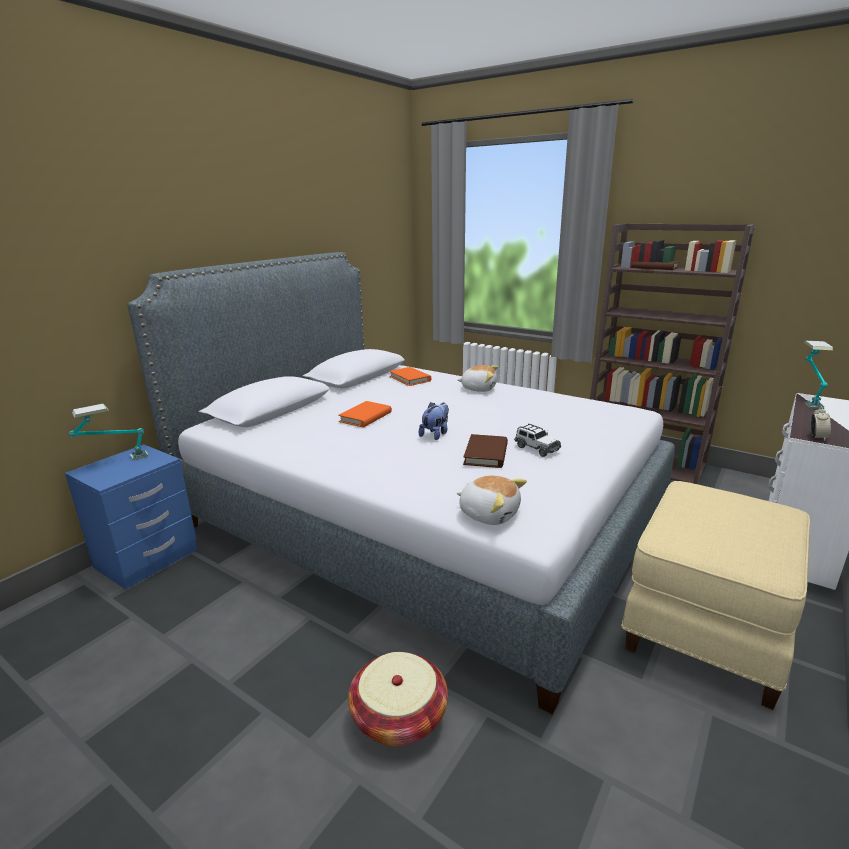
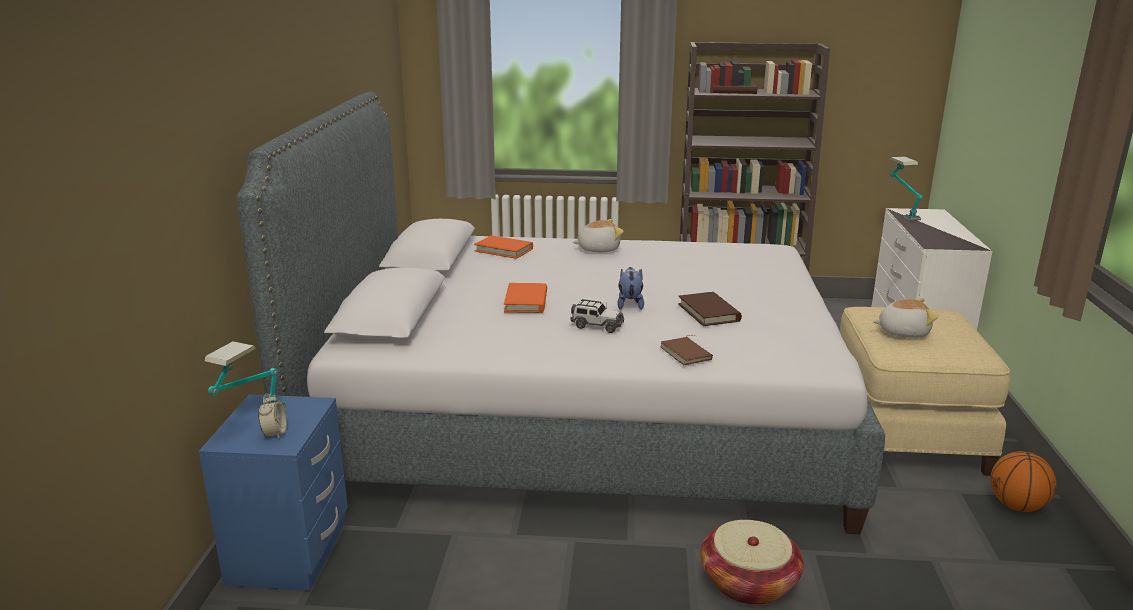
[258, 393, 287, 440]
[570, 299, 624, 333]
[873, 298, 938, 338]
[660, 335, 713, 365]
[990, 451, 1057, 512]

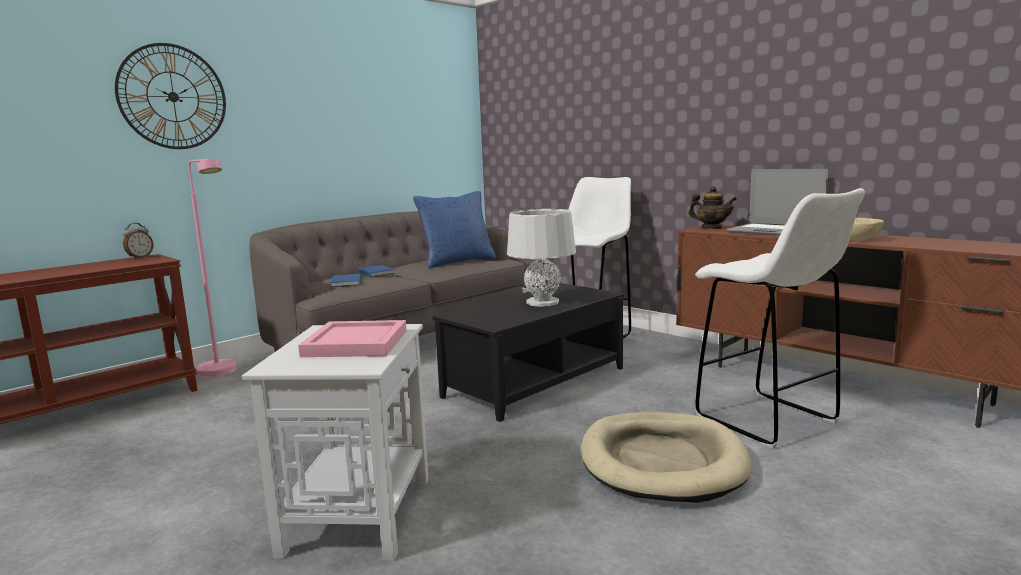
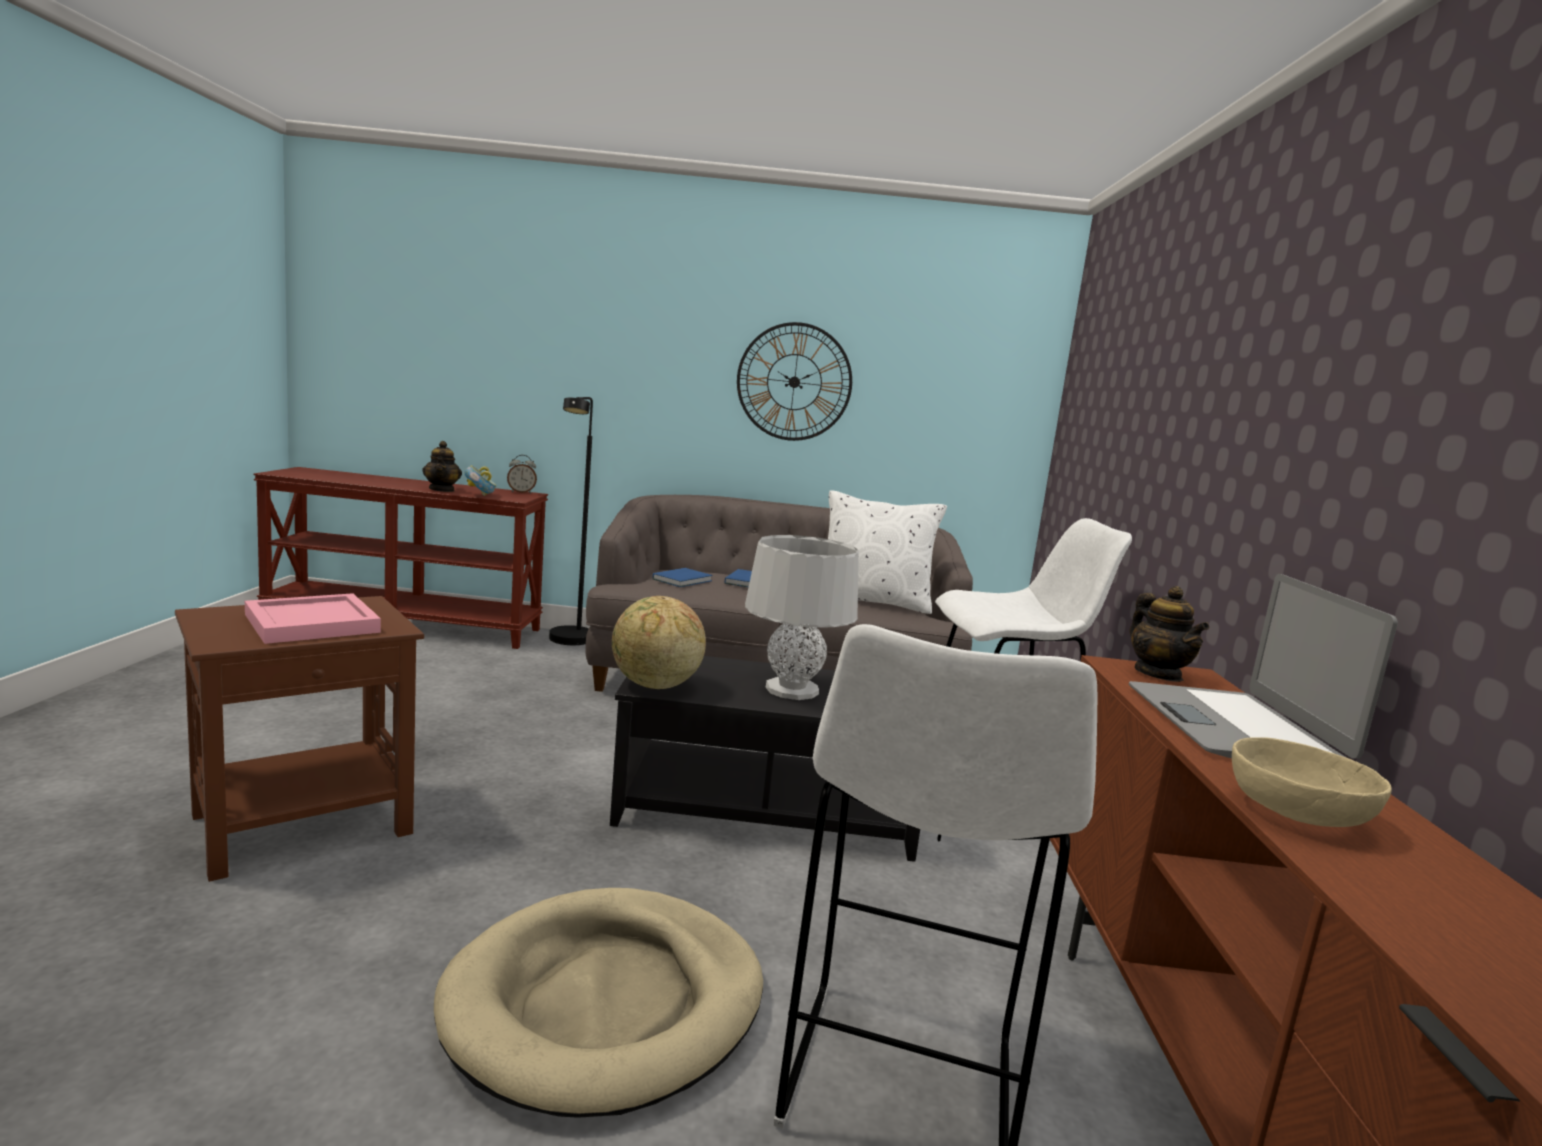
[737, 322, 852, 441]
[549, 397, 593, 645]
[828, 490, 947, 614]
[175, 596, 424, 882]
[422, 441, 462, 492]
[464, 465, 496, 496]
[612, 596, 706, 689]

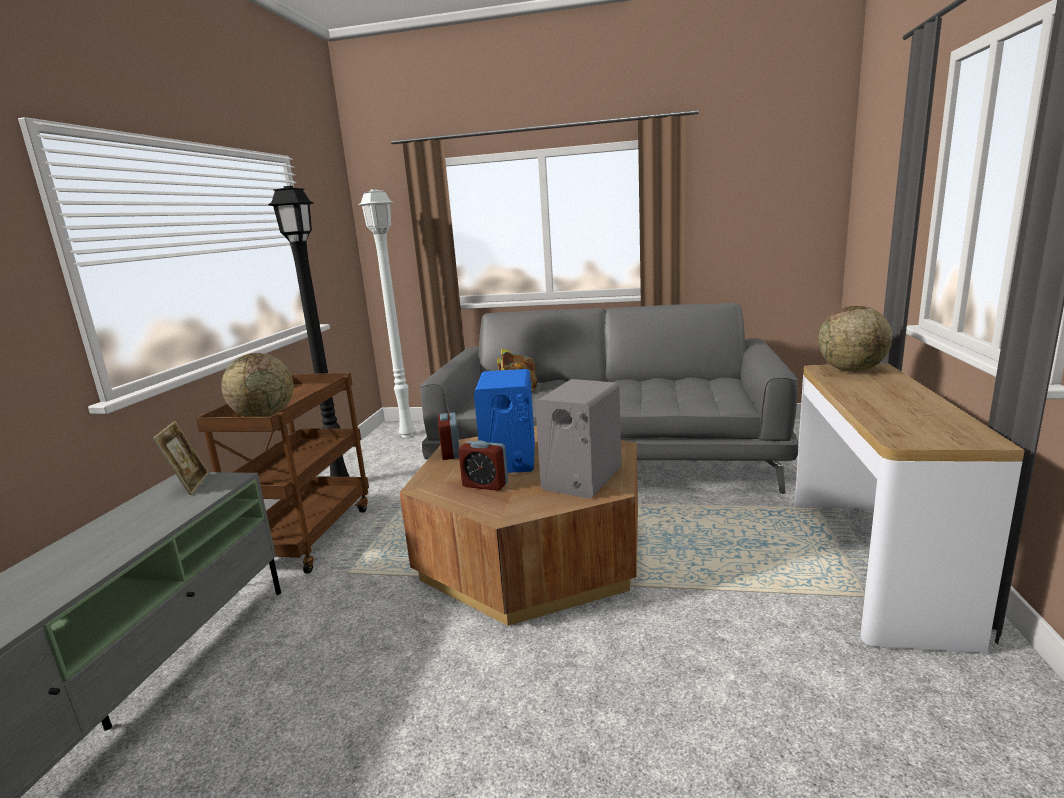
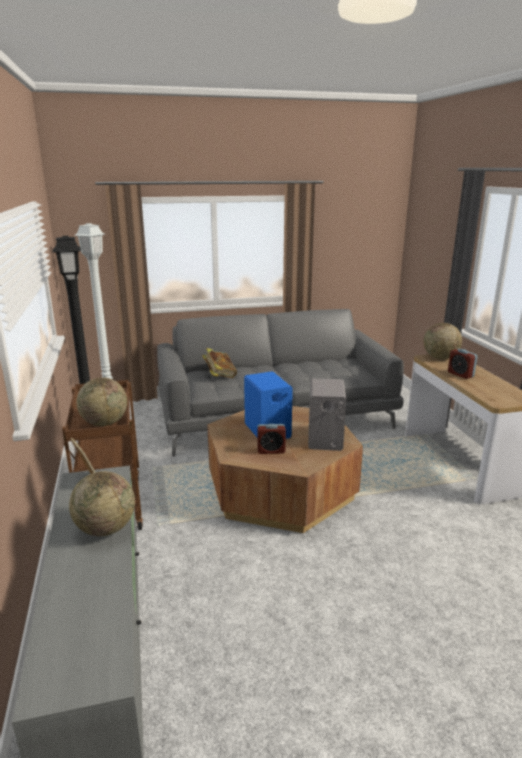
[448, 349, 478, 379]
[69, 471, 135, 536]

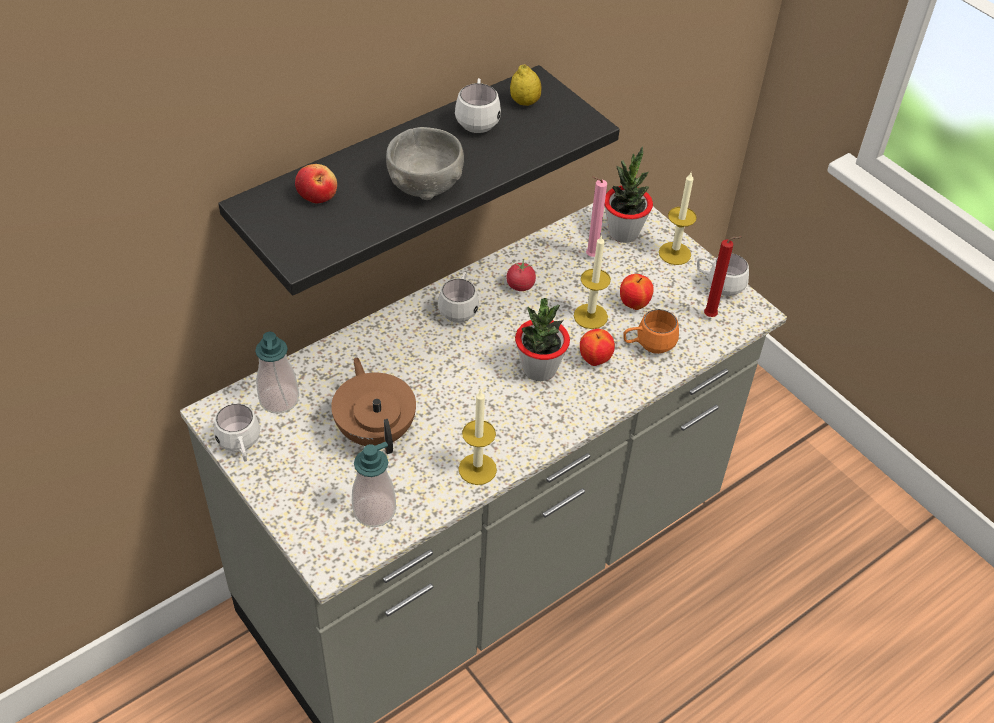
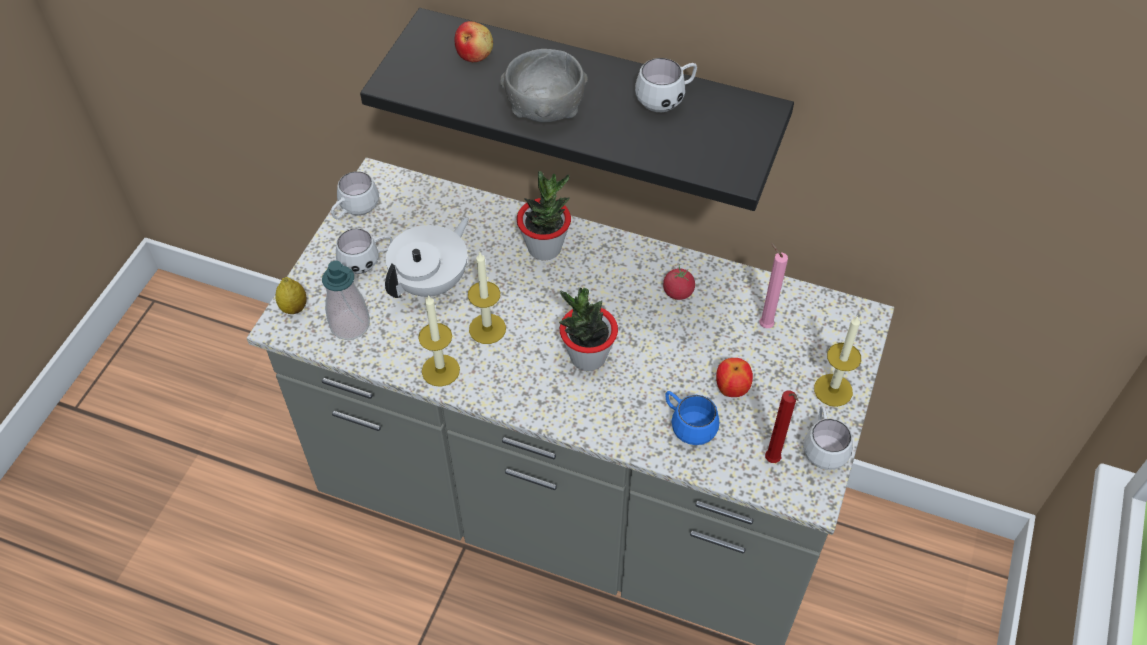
[276, 277, 307, 314]
[517, 171, 571, 261]
[468, 253, 506, 344]
[336, 228, 392, 274]
[665, 391, 719, 445]
[580, 329, 615, 366] (first image)
[255, 332, 299, 414] (first image)
[385, 217, 469, 298]

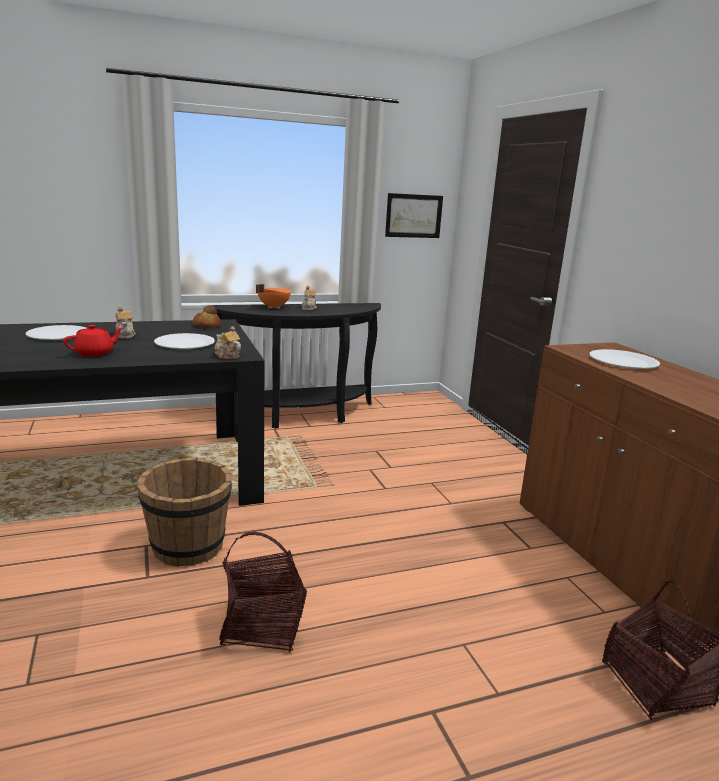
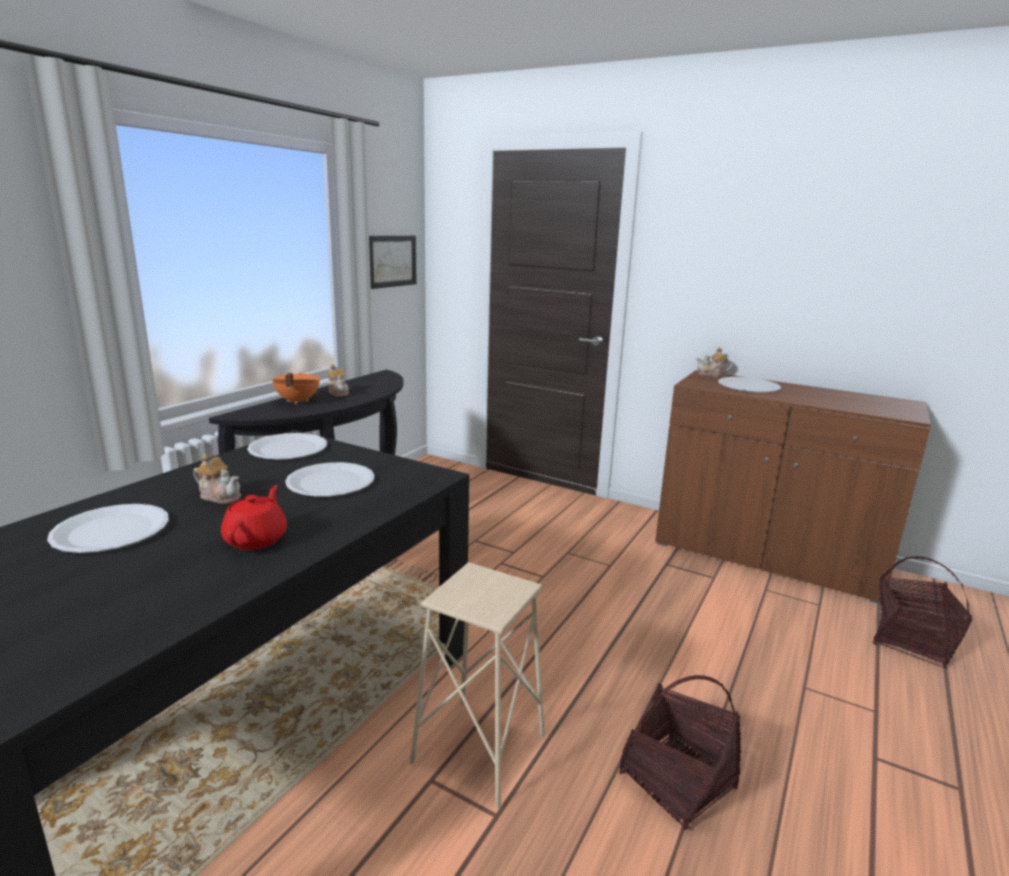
[247, 433, 327, 460]
[696, 347, 732, 377]
[410, 562, 545, 809]

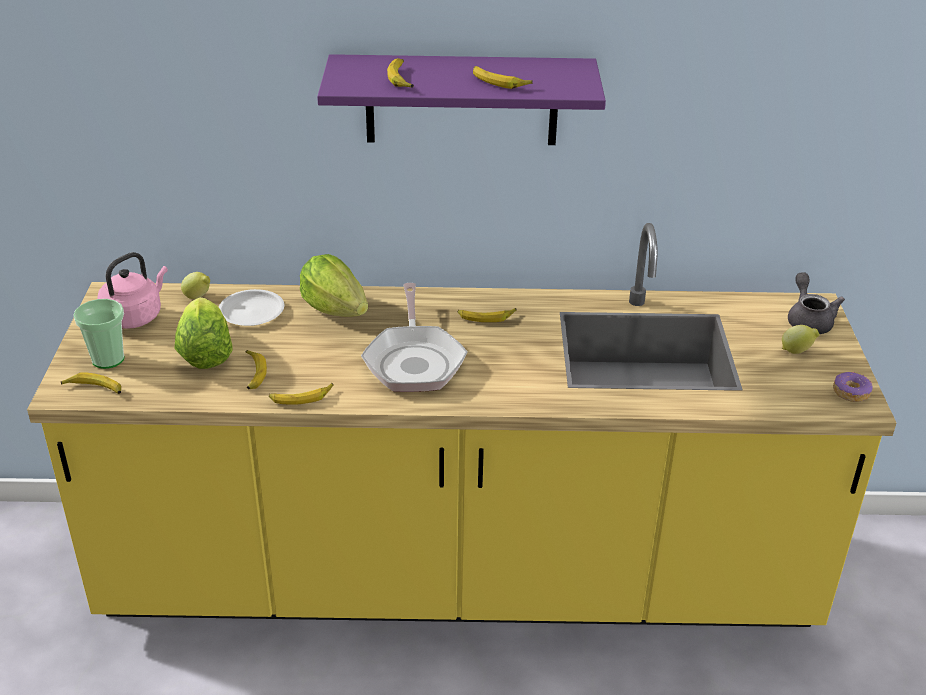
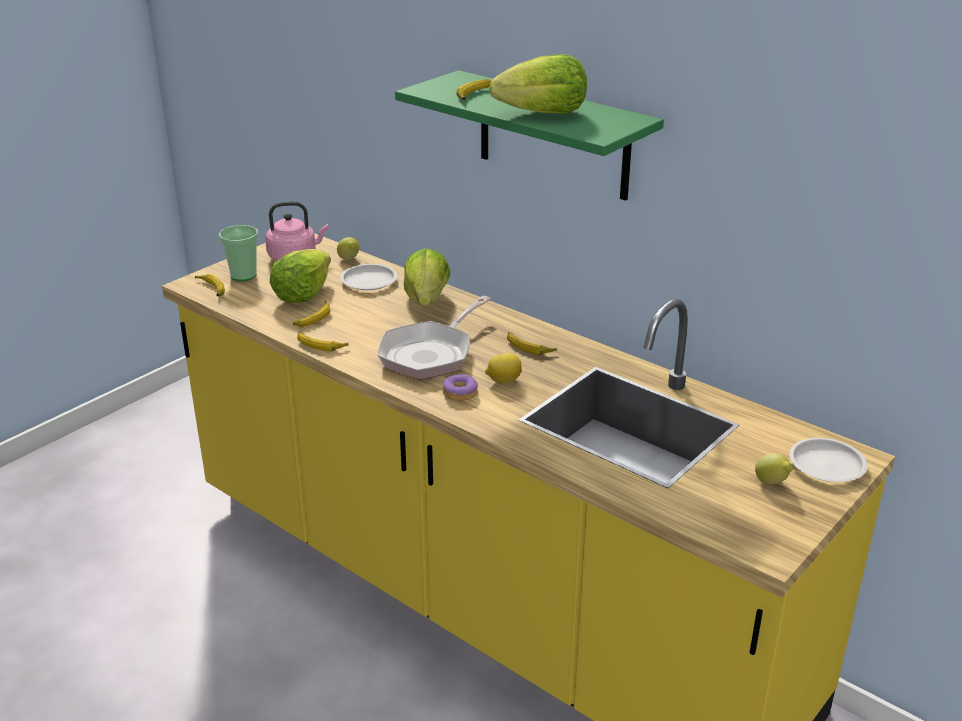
[395, 70, 664, 200]
[489, 54, 587, 114]
[789, 438, 868, 482]
[443, 374, 478, 401]
[485, 353, 522, 383]

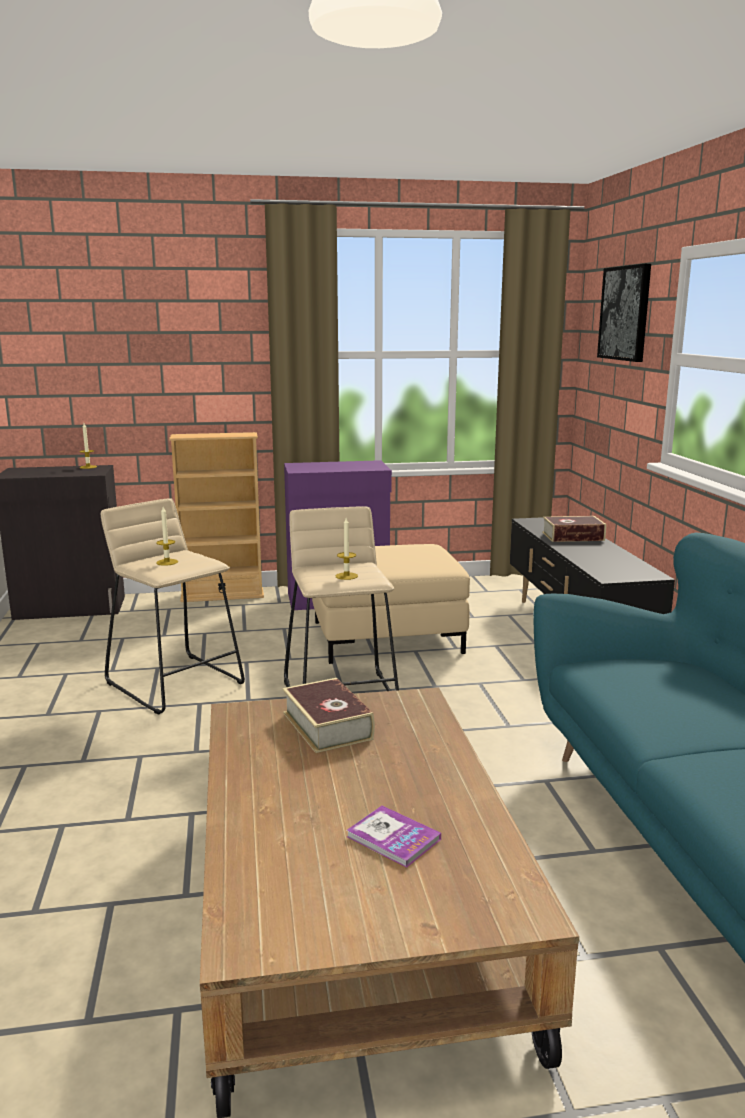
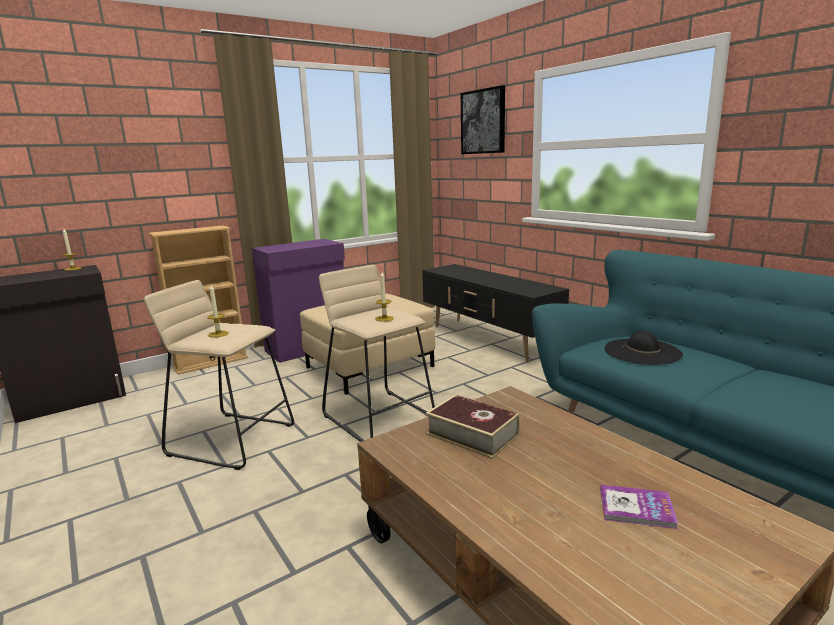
[542, 516, 606, 542] (first image)
[605, 331, 683, 365]

